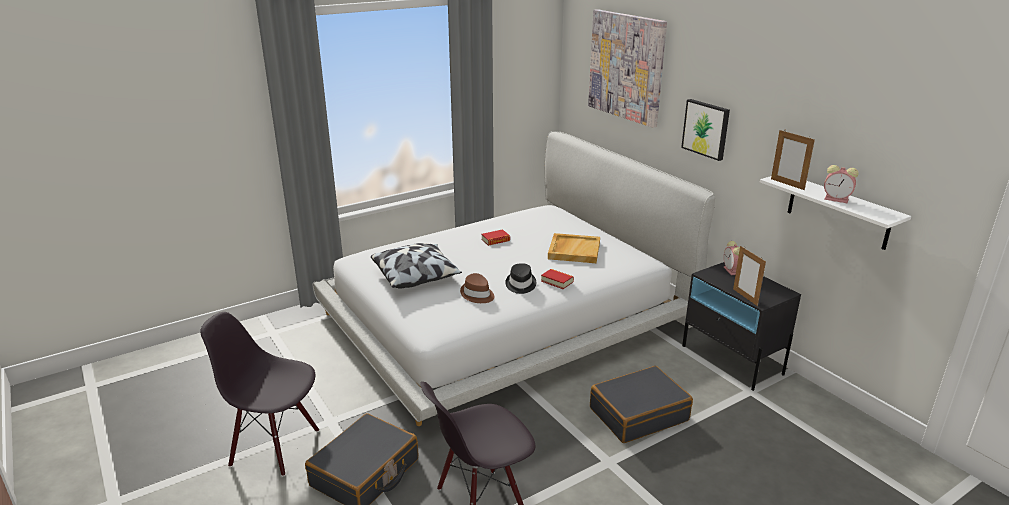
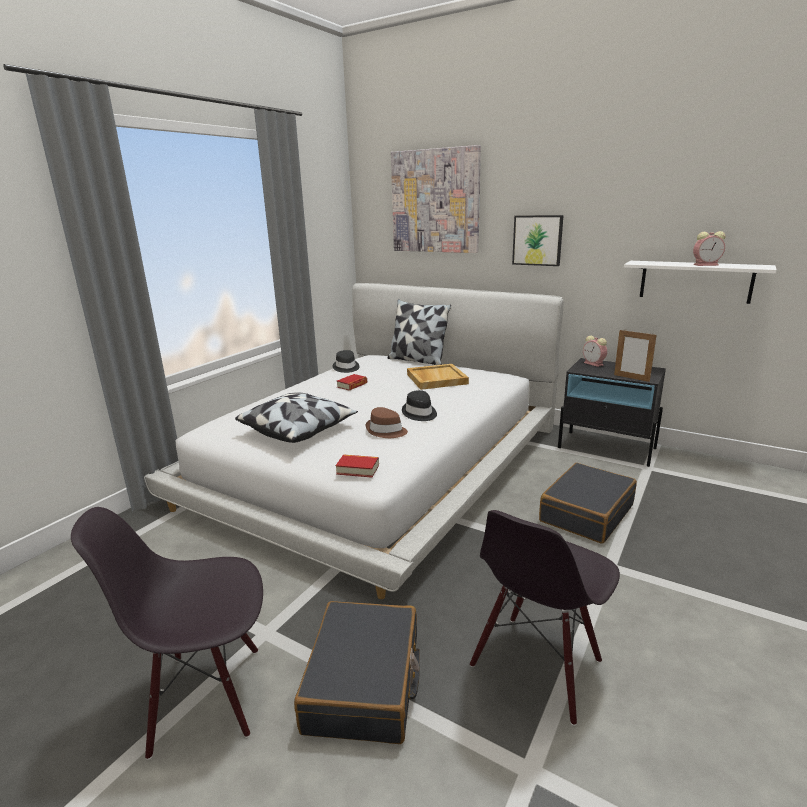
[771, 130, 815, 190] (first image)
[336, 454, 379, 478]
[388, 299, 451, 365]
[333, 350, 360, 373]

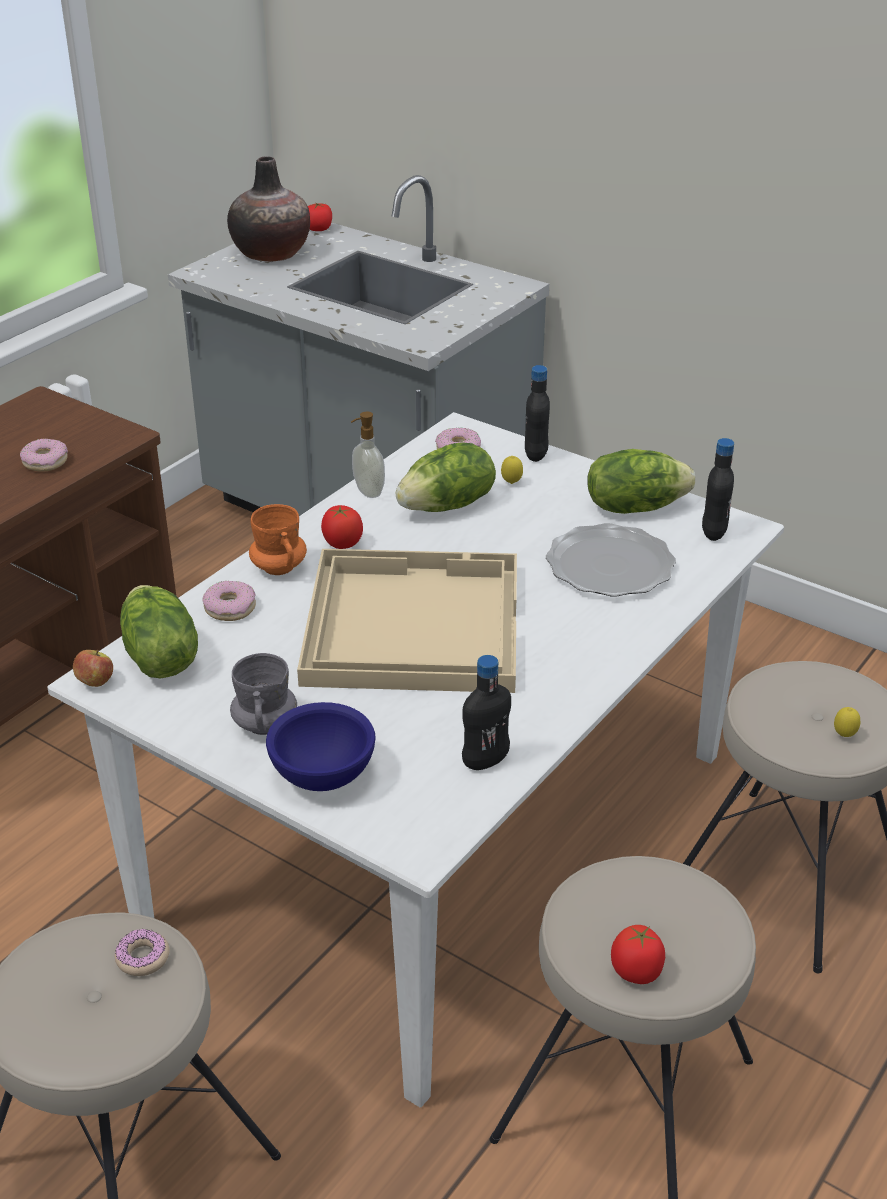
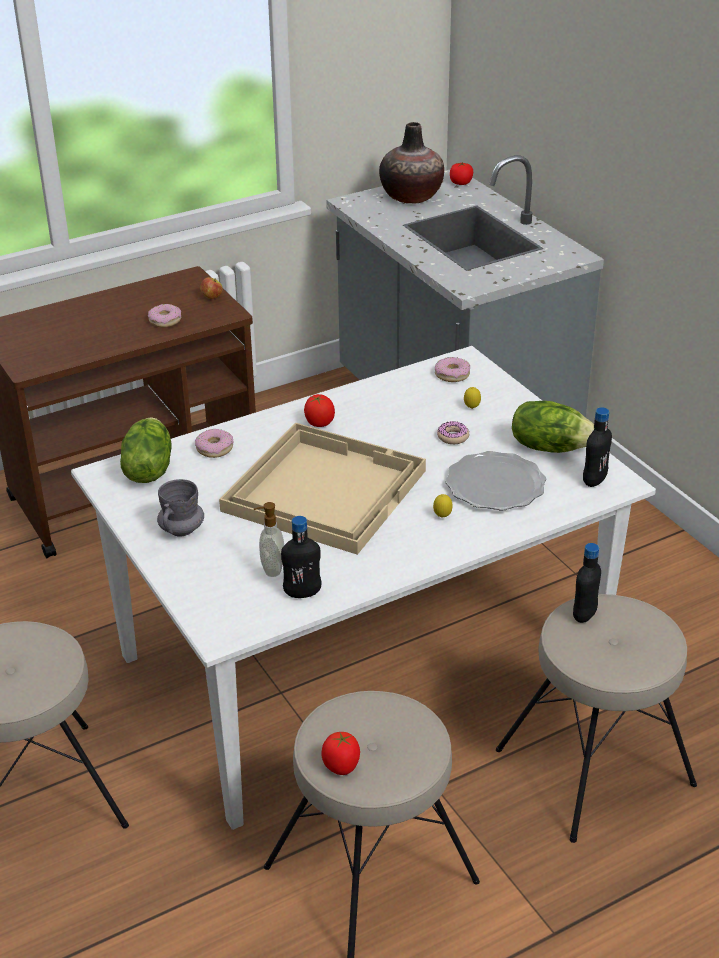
[573, 543, 601, 623]
[254, 502, 284, 577]
[396, 442, 496, 512] (first image)
[249, 504, 307, 575] (first image)
[200, 277, 223, 299]
[266, 702, 376, 791] (first image)
[433, 494, 453, 518]
[437, 421, 469, 444]

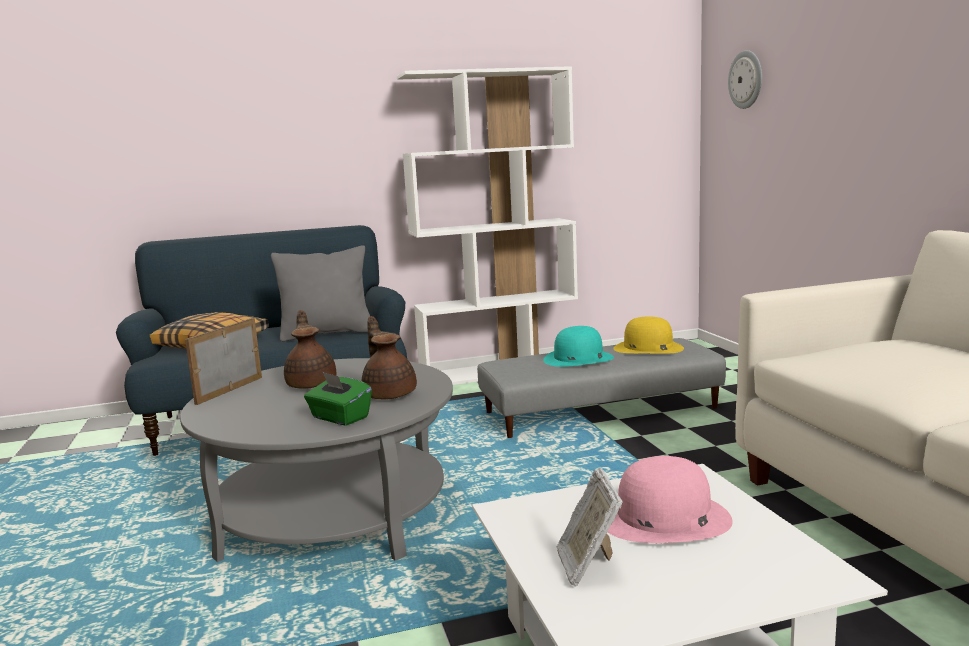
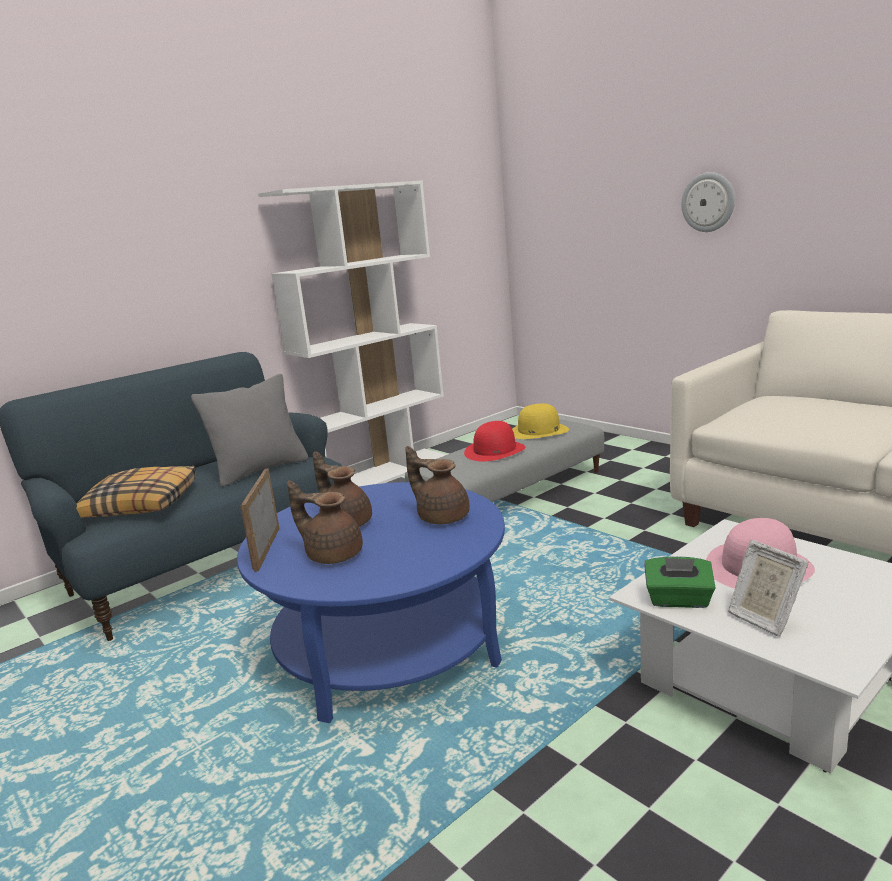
[681, 172, 735, 232]
[464, 421, 526, 462]
[237, 482, 505, 723]
[644, 556, 716, 608]
[287, 481, 363, 564]

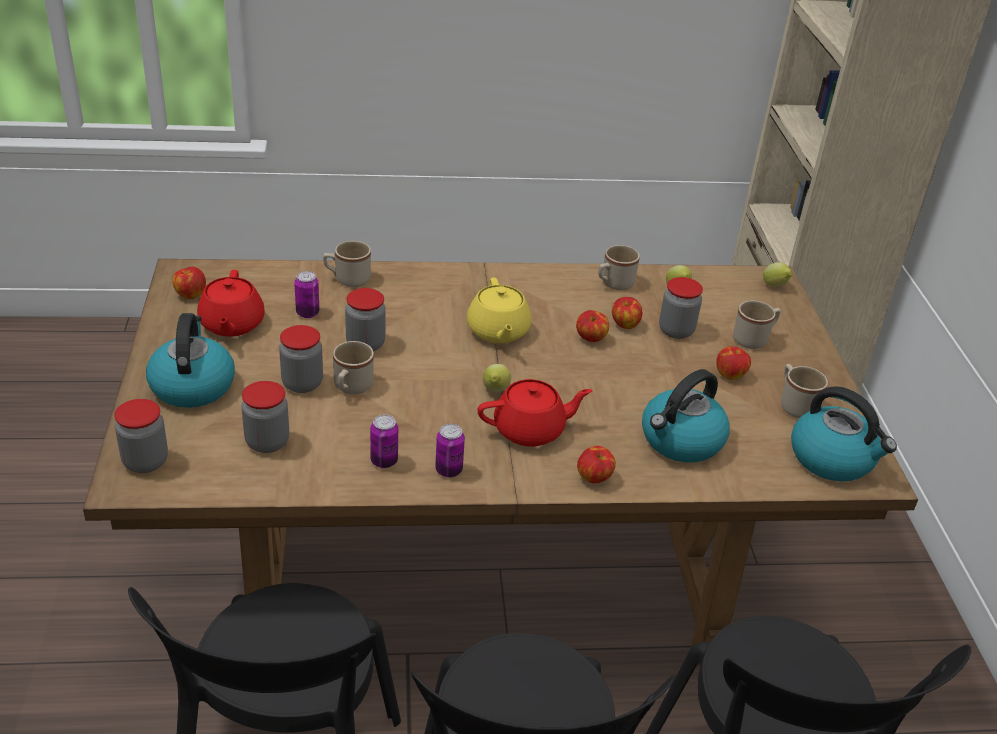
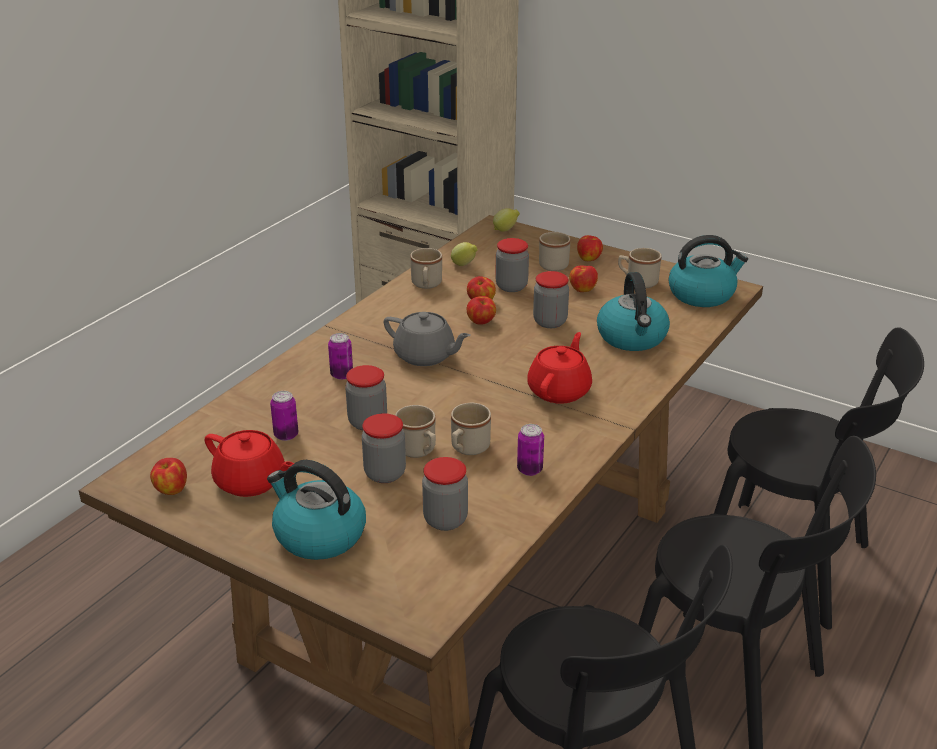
[451, 403, 491, 455]
[384, 312, 471, 366]
[483, 364, 511, 392] (first image)
[533, 271, 569, 328]
[328, 333, 353, 380]
[577, 235, 603, 261]

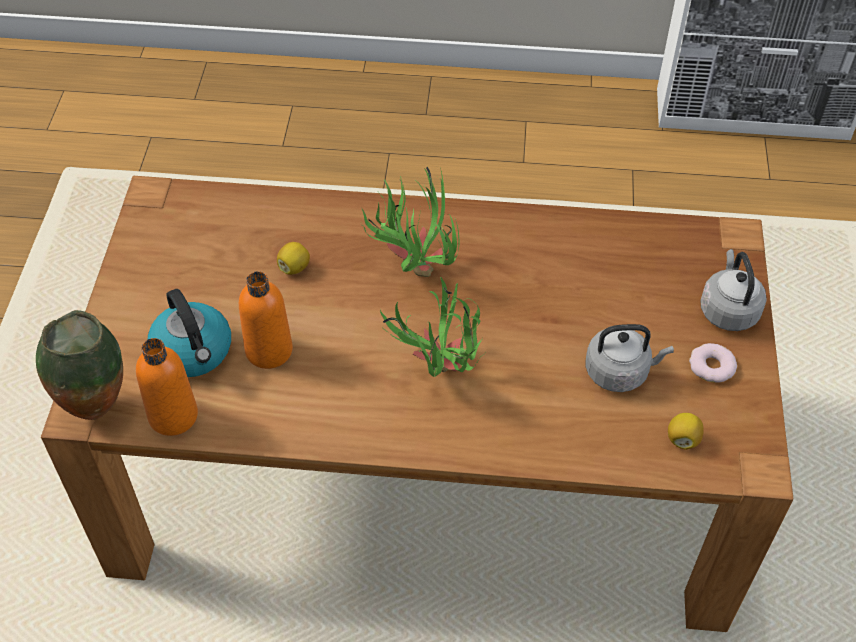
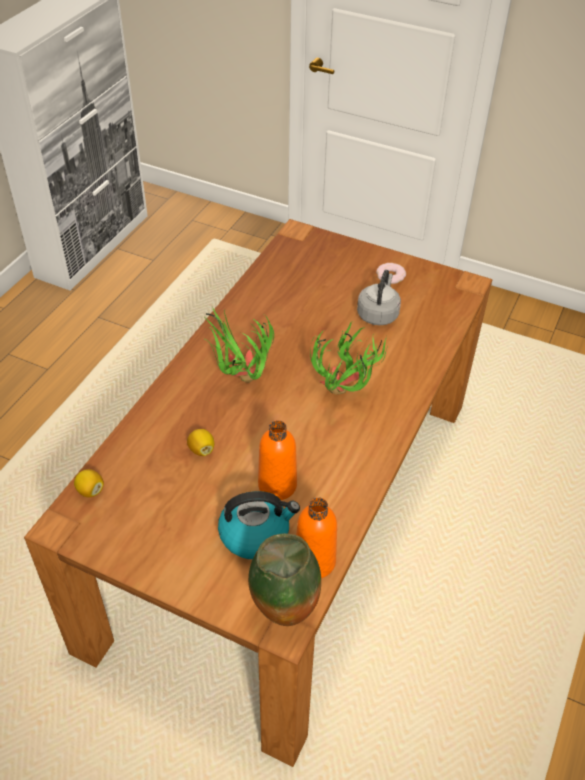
[700, 249, 767, 331] (first image)
[74, 469, 104, 497]

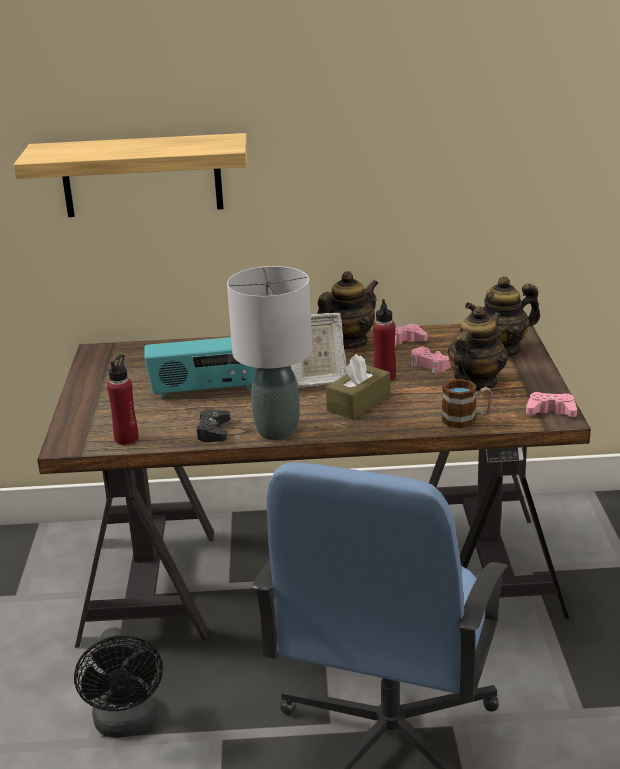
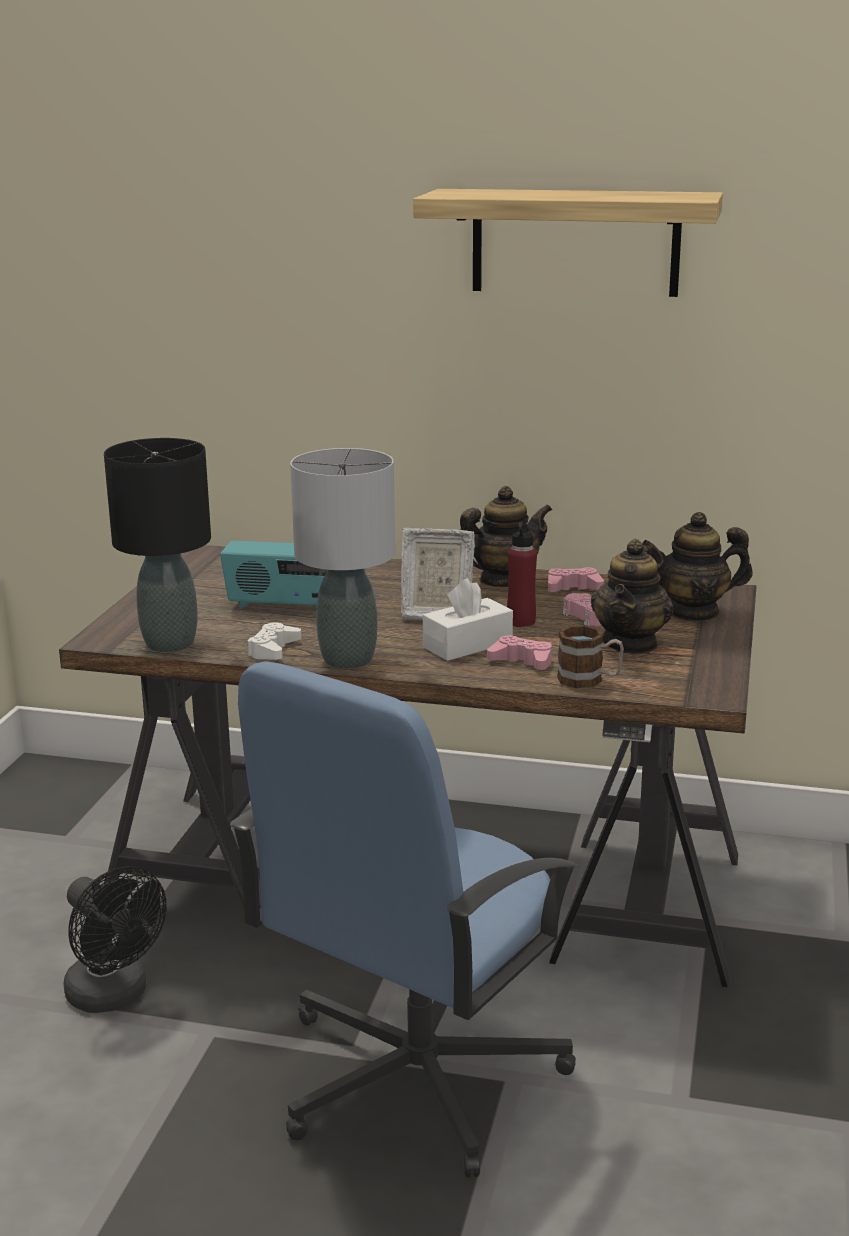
[413, 189, 723, 297]
[591, 539, 674, 654]
[104, 438, 211, 652]
[423, 578, 513, 661]
[487, 635, 552, 670]
[247, 622, 301, 660]
[63, 866, 166, 1013]

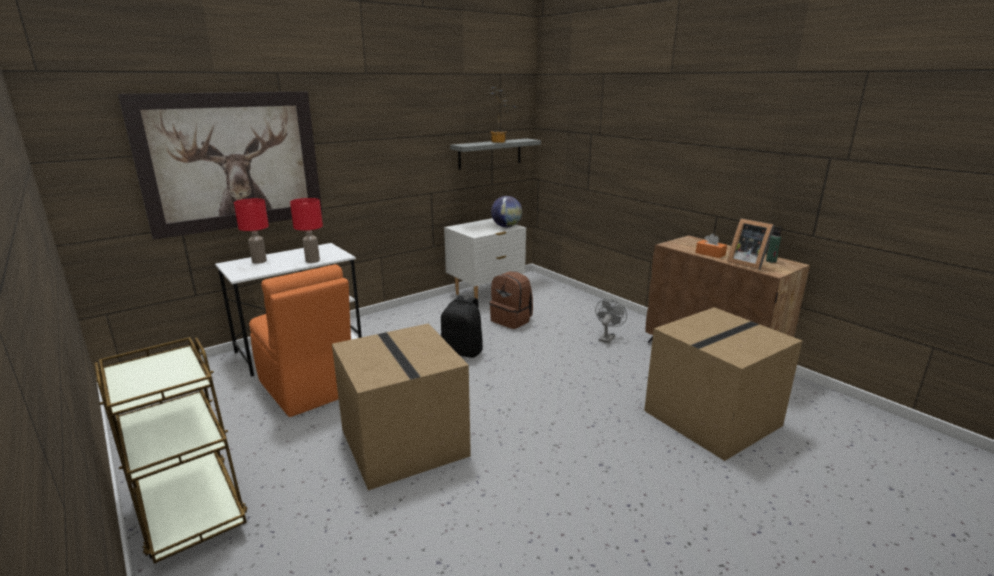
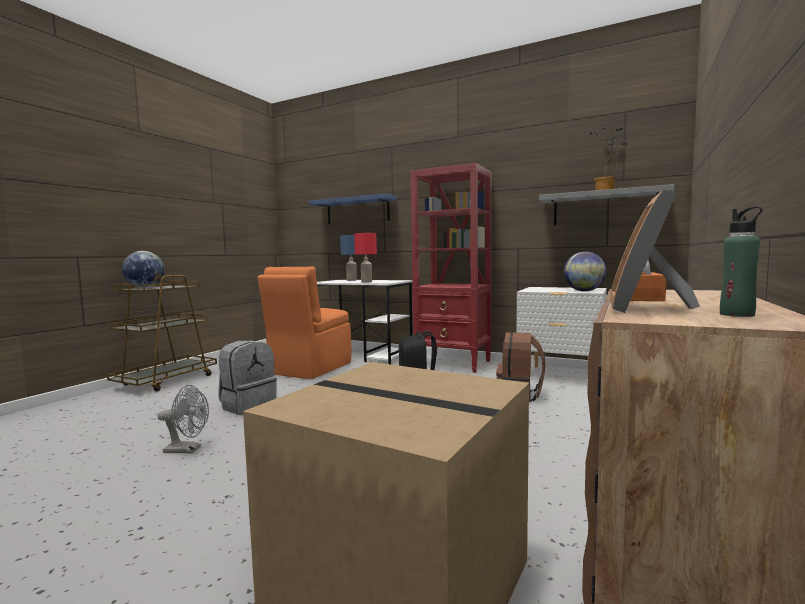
[309, 194, 397, 224]
[340, 235, 361, 281]
[157, 385, 209, 453]
[219, 340, 277, 415]
[410, 163, 492, 373]
[122, 251, 165, 289]

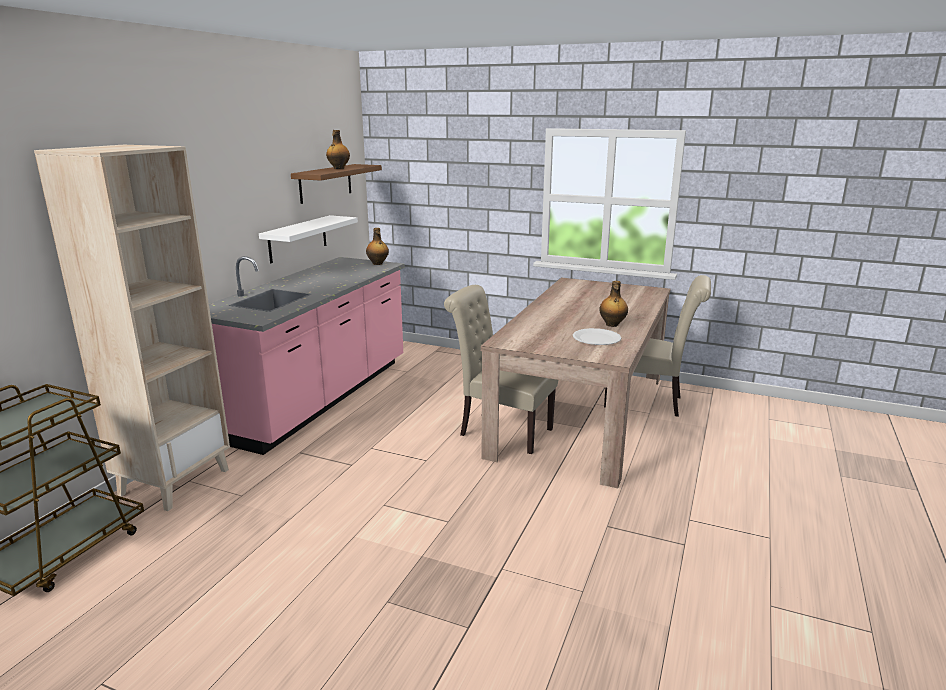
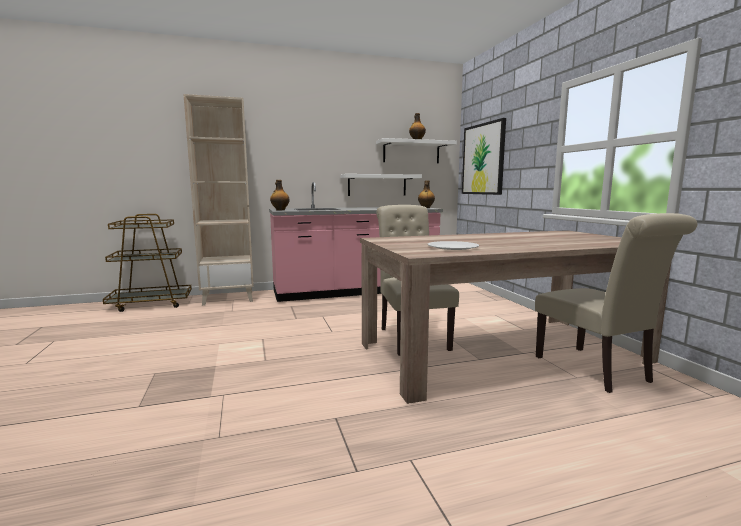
[376, 138, 457, 163]
[270, 180, 290, 210]
[462, 118, 506, 195]

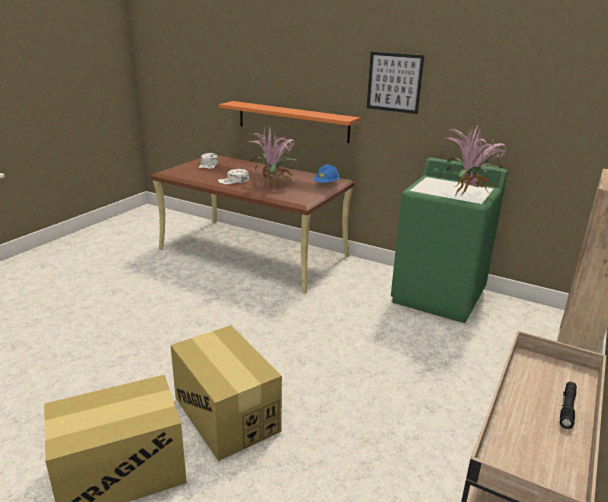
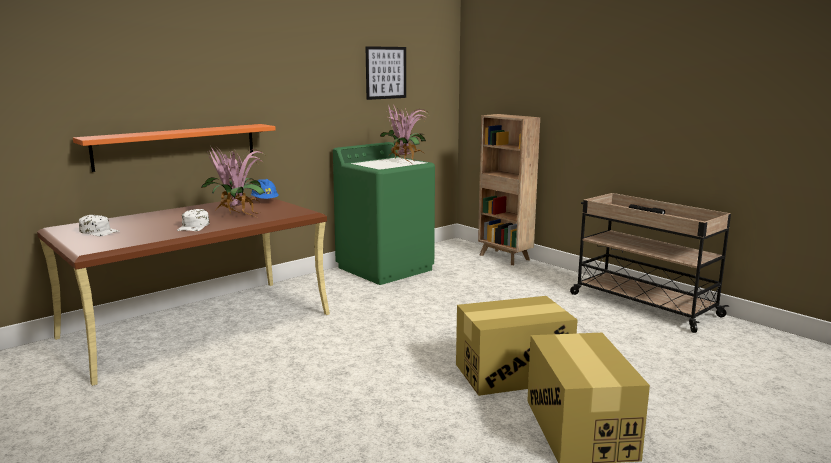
[366, 46, 406, 100]

